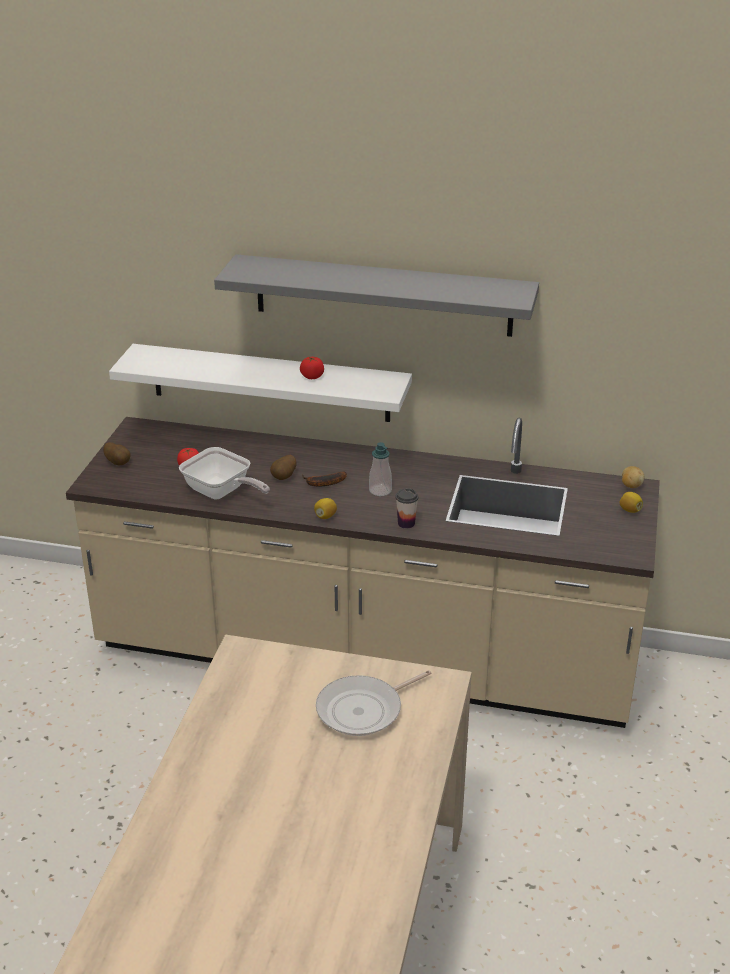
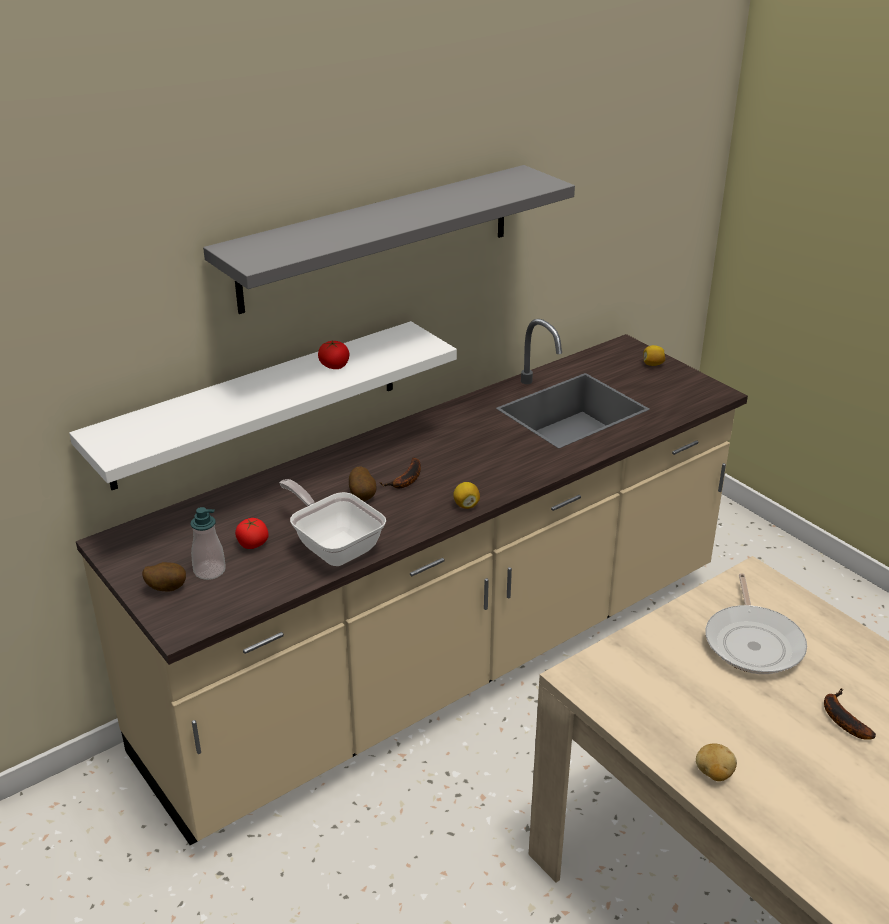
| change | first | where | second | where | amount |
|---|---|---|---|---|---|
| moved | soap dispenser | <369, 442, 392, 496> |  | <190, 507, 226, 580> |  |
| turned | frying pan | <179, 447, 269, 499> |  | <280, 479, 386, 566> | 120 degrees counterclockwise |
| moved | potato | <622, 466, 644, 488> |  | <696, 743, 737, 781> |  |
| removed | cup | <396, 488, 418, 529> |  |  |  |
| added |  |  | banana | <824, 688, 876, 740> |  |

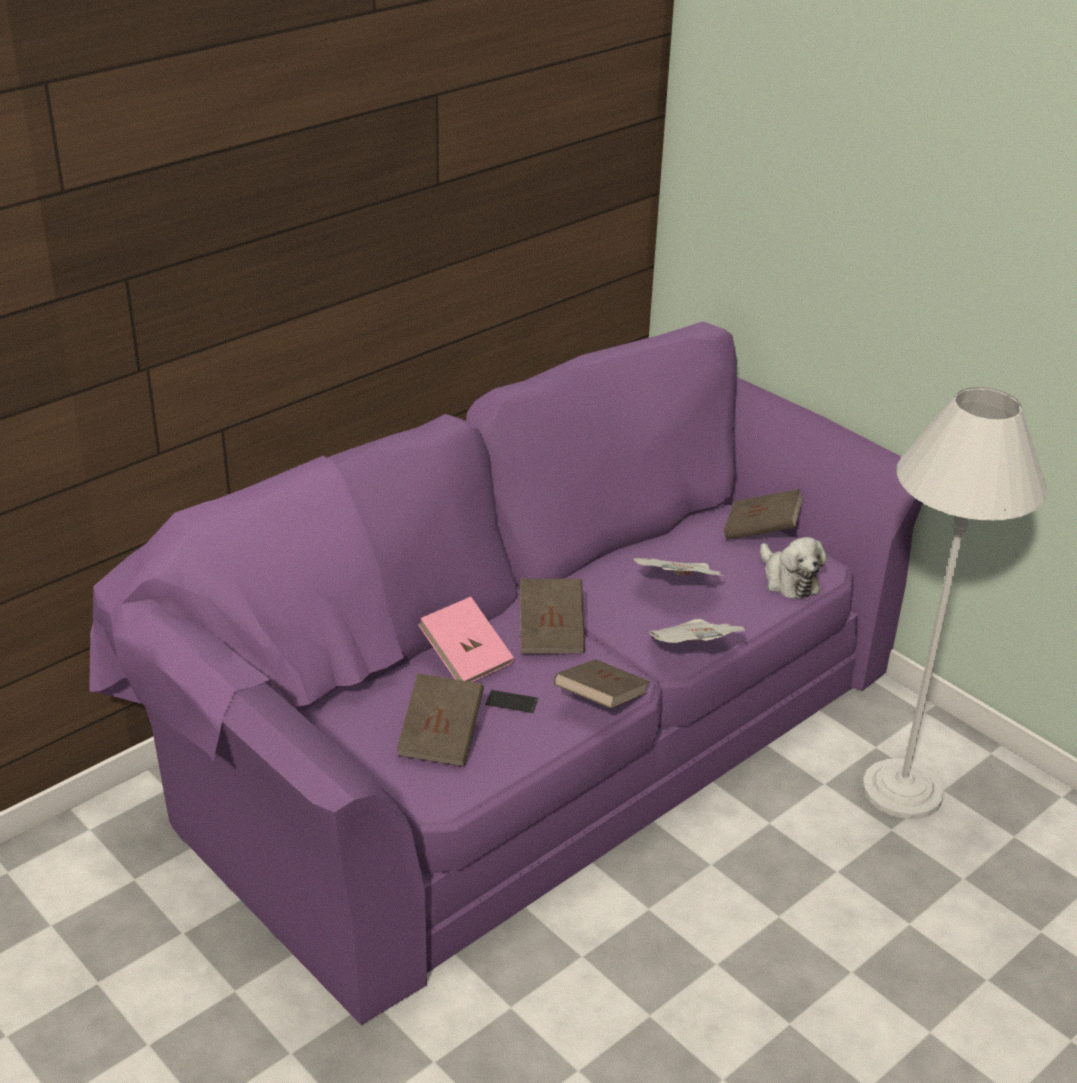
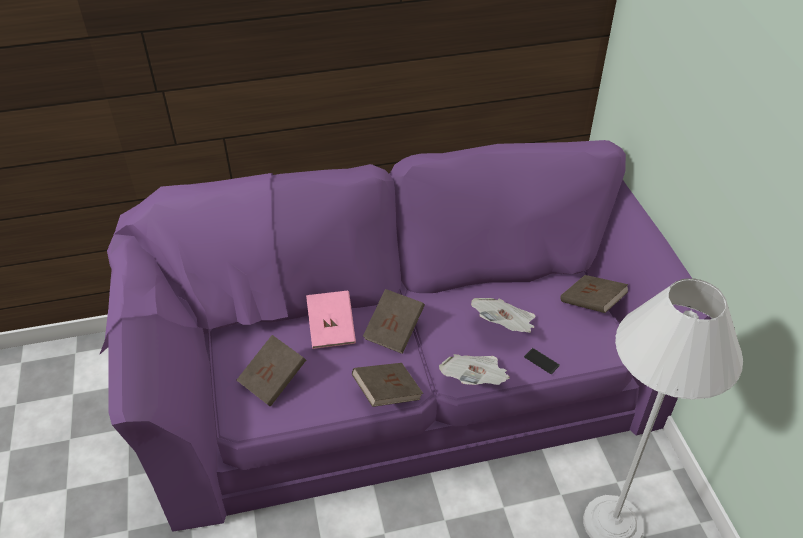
| change | first | where | second | where | amount |
|---|---|---|---|---|---|
| removed | plush toy | <760, 537, 827, 600> |  |  |  |
| moved | phone | <485, 690, 538, 713> |  | <524, 348, 560, 374> |  |

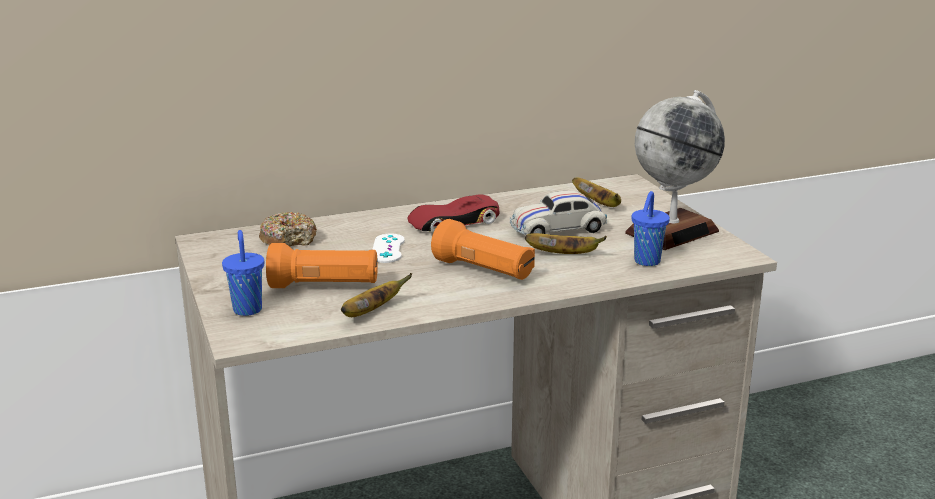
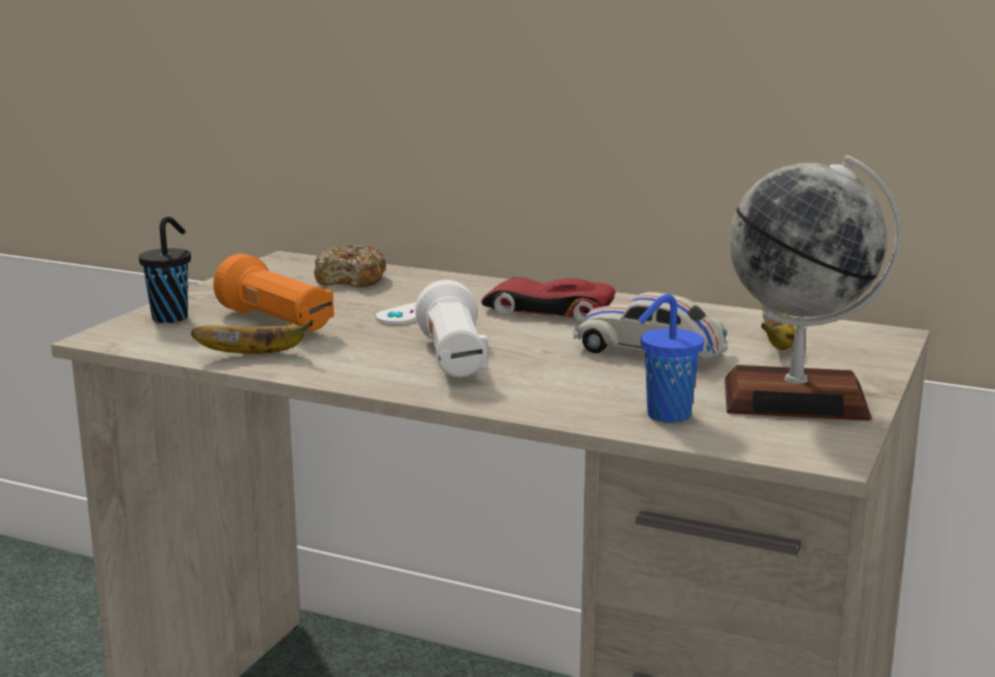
| change | first | where | second | where | amount |
|---|---|---|---|---|---|
| recoloured | orange flashlight | <431, 219, 535, 280> | white flashlight | <415, 280, 488, 377> |  |
| recoloured | blue cup | <222, 230, 264, 316> | black cup | <139, 216, 191, 323> |  |
| removed | banana | <525, 233, 607, 254> |  |  |  |

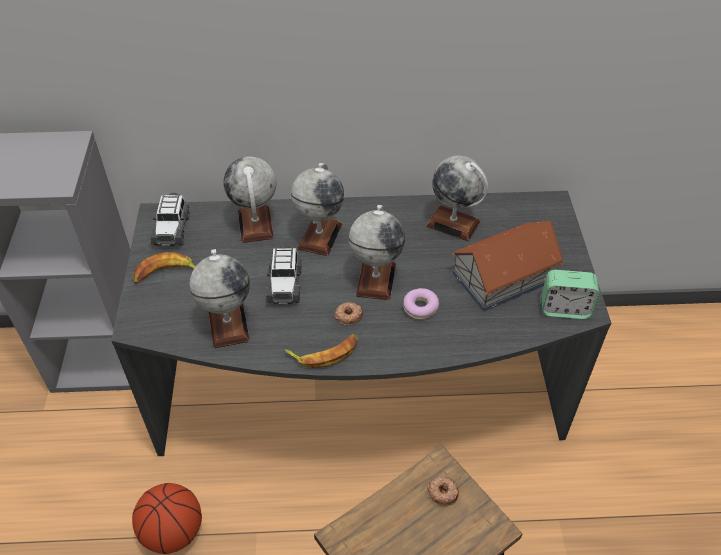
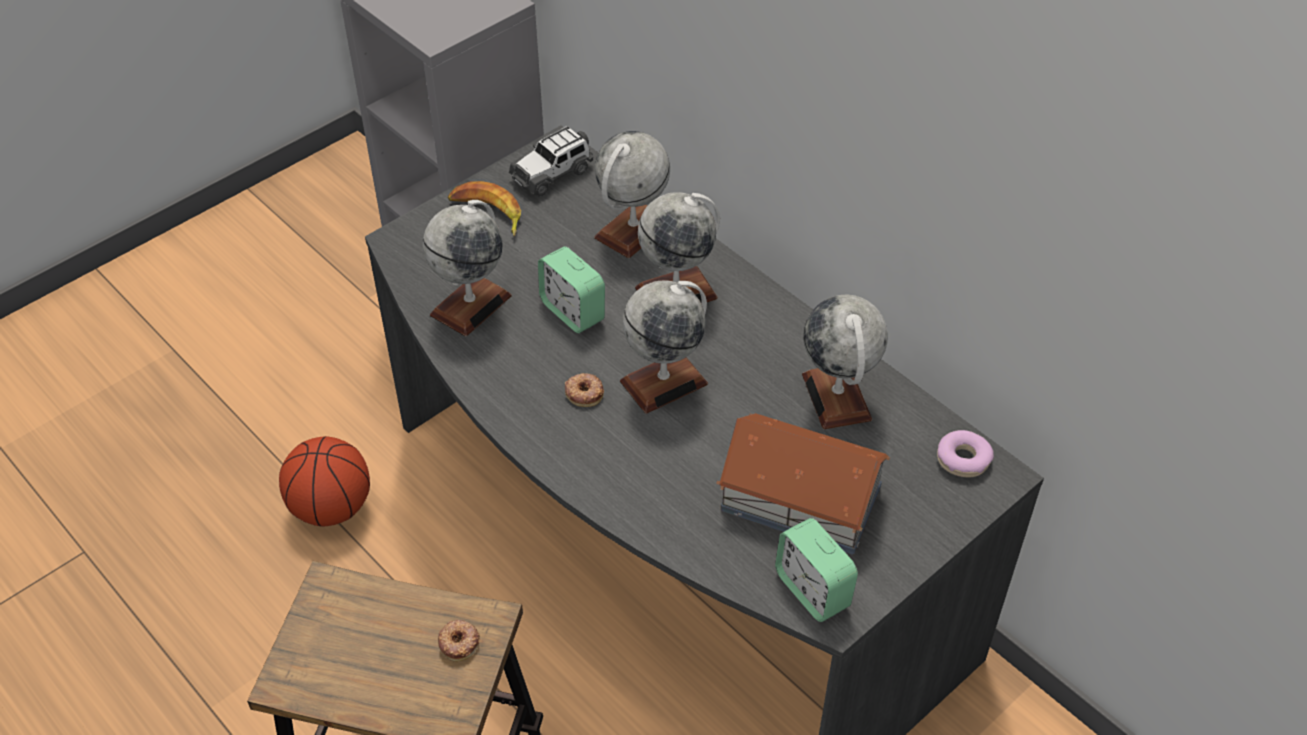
| change | first | where | second | where | amount |
|---|---|---|---|---|---|
| replaced | toy car | <266, 245, 301, 304> | alarm clock | <538, 247, 605, 333> |  |
| moved | donut | <403, 288, 439, 320> |  | <937, 430, 994, 477> |  |
| removed | banana | <285, 334, 358, 368> |  |  |  |

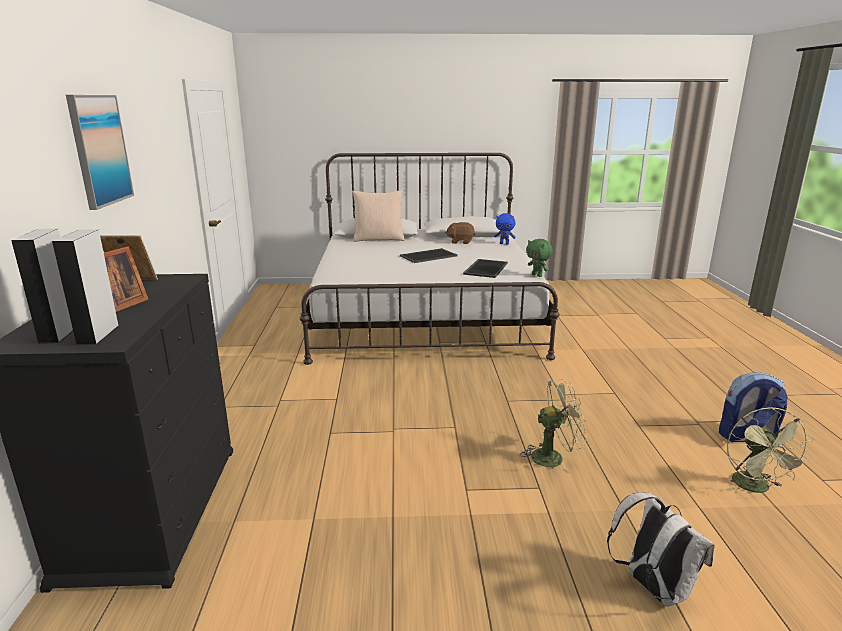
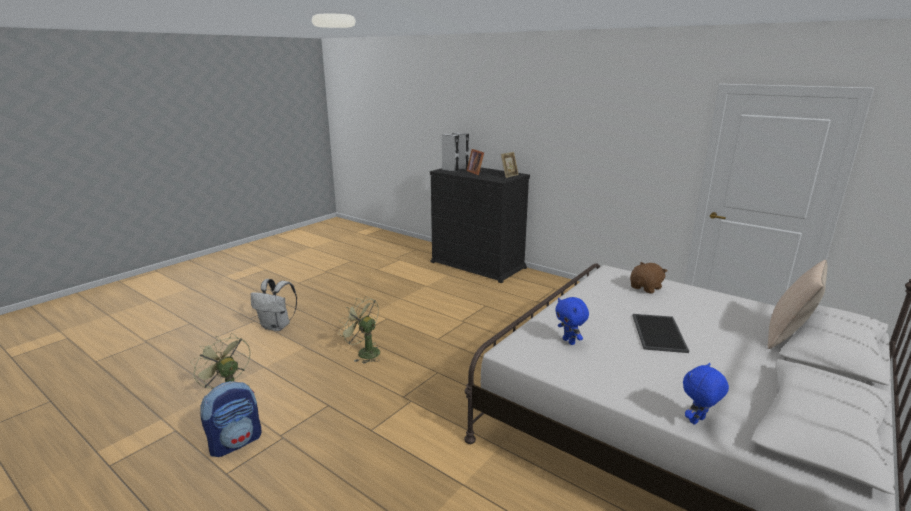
| change | first | where | second | where | amount |
|---|---|---|---|---|---|
| removed | picture | <66, 95, 134, 210> |  |  |  |
| moved | brown plush toy | <445, 222, 475, 244> |  | <630, 262, 668, 294> |  |
| removed | green plush toy | <526, 239, 553, 277> |  |  |  |
| replaced | tray | <463, 259, 508, 278> | blue plush toy | <555, 297, 589, 345> |  |
| turned | green fan | <520, 379, 587, 474> |  | <339, 296, 380, 364> | 90 degrees clockwise |

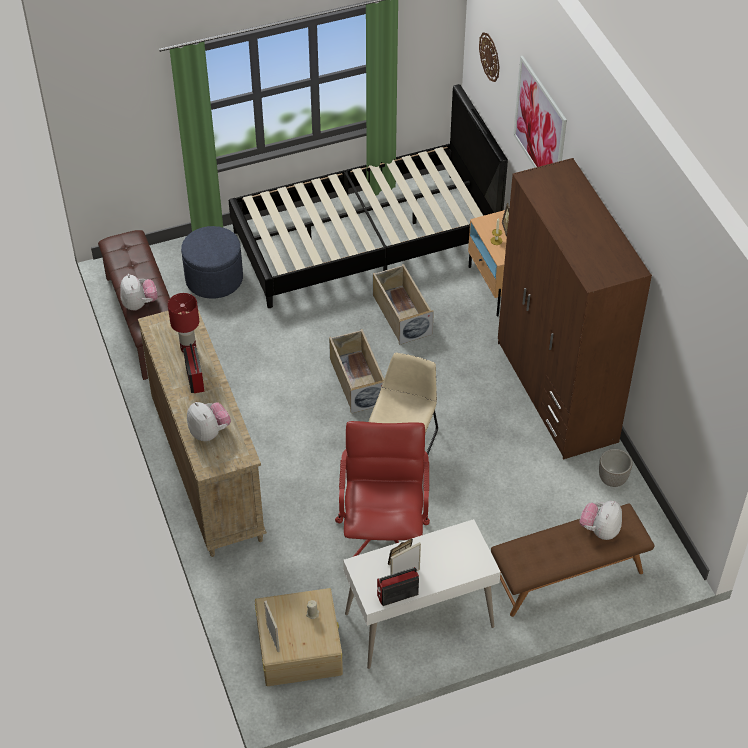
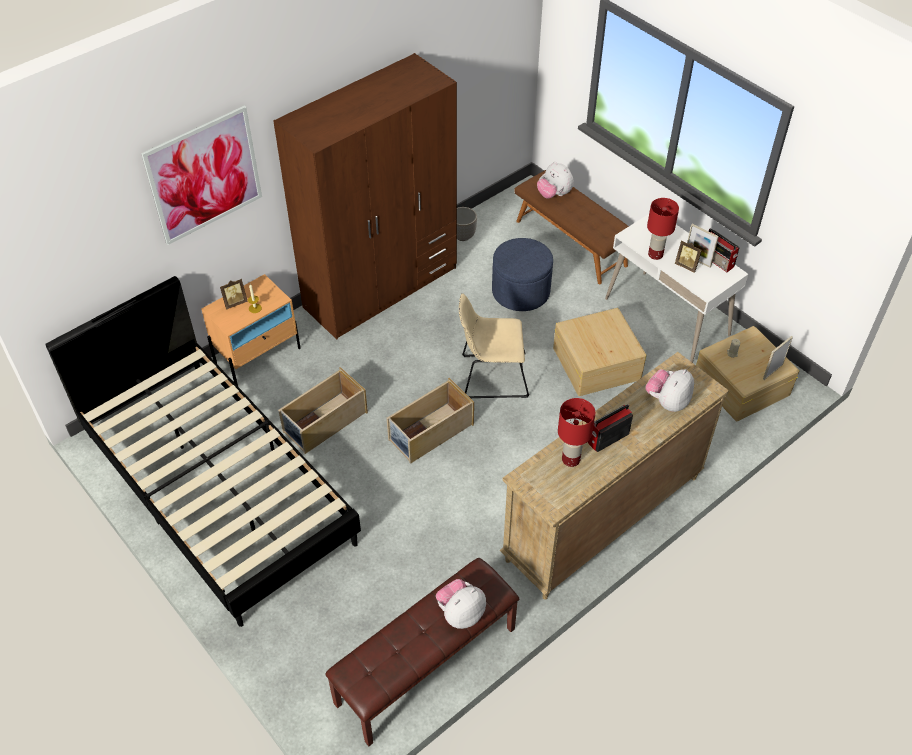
| change | first | where | second | where | amount |
|---|---|---|---|---|---|
| removed | wall clock | <479, 32, 500, 82> |  |  |  |
| moved | blue ottoman | <181, 226, 243, 299> |  | <492, 238, 553, 311> |  |
| replaced | red office chair | <335, 421, 430, 557> | beige storage box | <553, 308, 646, 396> |  |
| turned | plush toy | <579, 501, 622, 540> |  | <537, 162, 574, 198> | 45 degrees clockwise |
| added |  |  | red table lamp | <647, 198, 679, 260> |  |

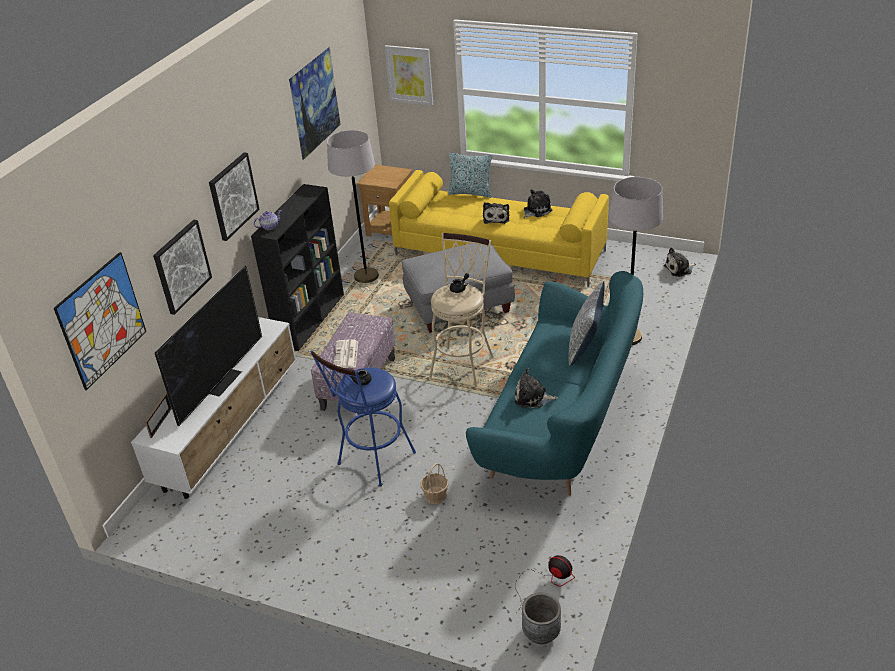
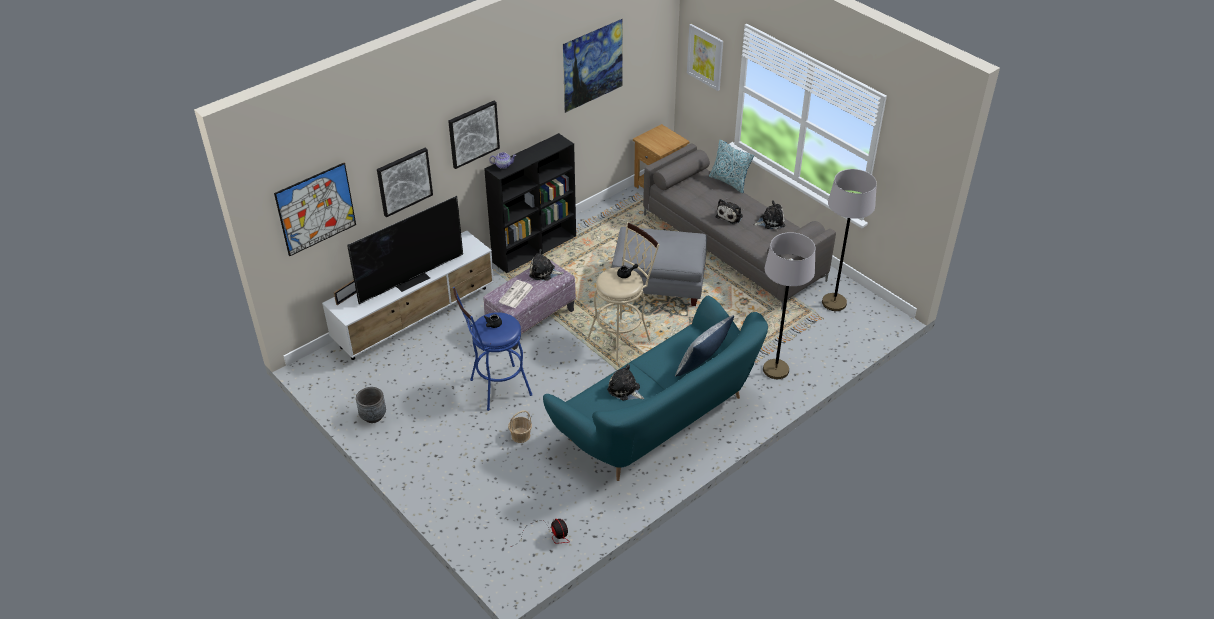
| change | first | where | second | where | amount |
|---|---|---|---|---|---|
| moved | grey floor lamp | <327, 130, 379, 283> |  | <822, 169, 877, 311> |  |
| recoloured | yellow sofa | <389, 170, 609, 287> | grey sofa | <643, 143, 836, 310> |  |
| moved | plush toy | <664, 247, 696, 277> |  | <529, 249, 563, 281> |  |
| moved | grey planter | <522, 592, 561, 644> |  | <356, 387, 386, 423> |  |

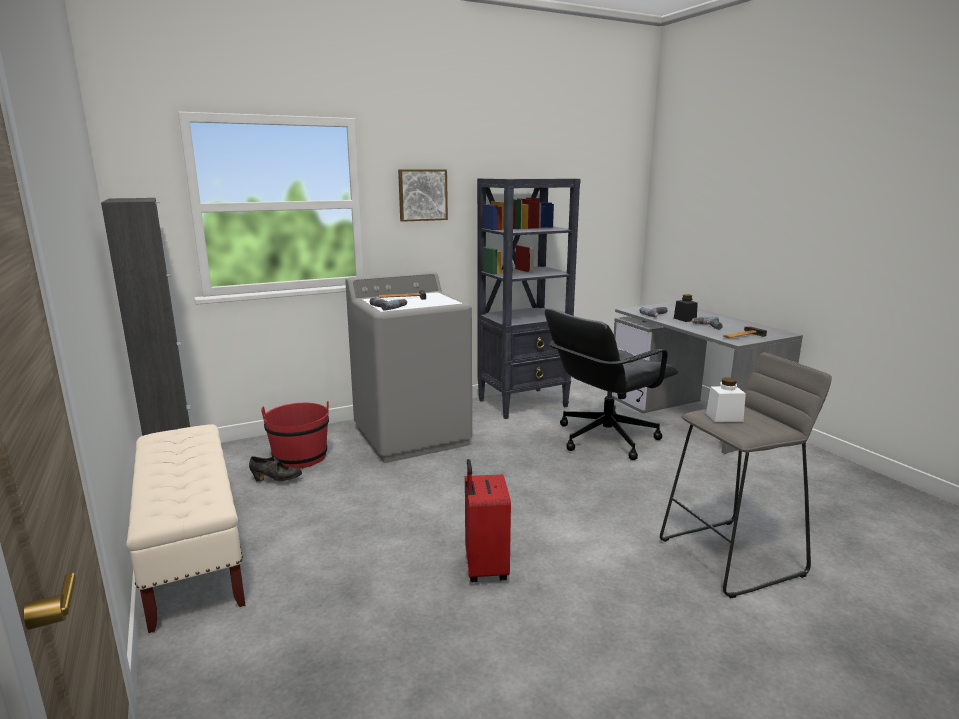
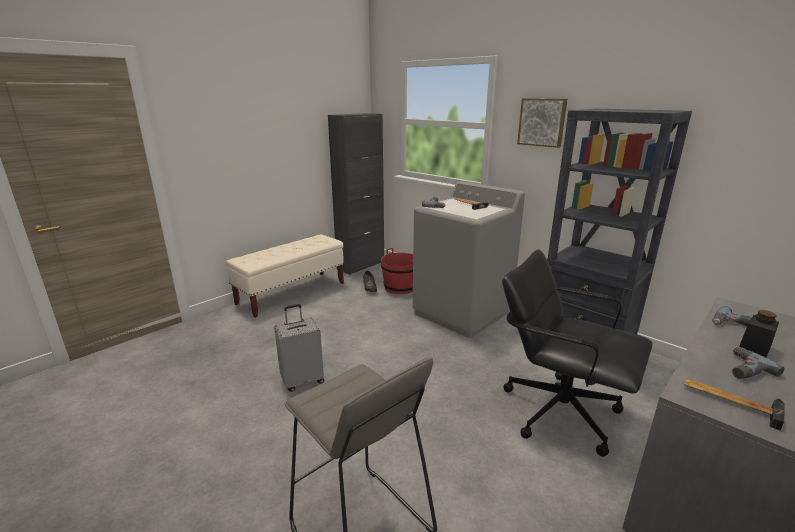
| change | first | where | second | where | amount |
|---|---|---|---|---|---|
| removed | white jar | <706, 377, 746, 422> |  |  |  |
| recoloured | red suitcase | <465, 459, 511, 582> | grey suitcase | <274, 304, 324, 392> |  |

